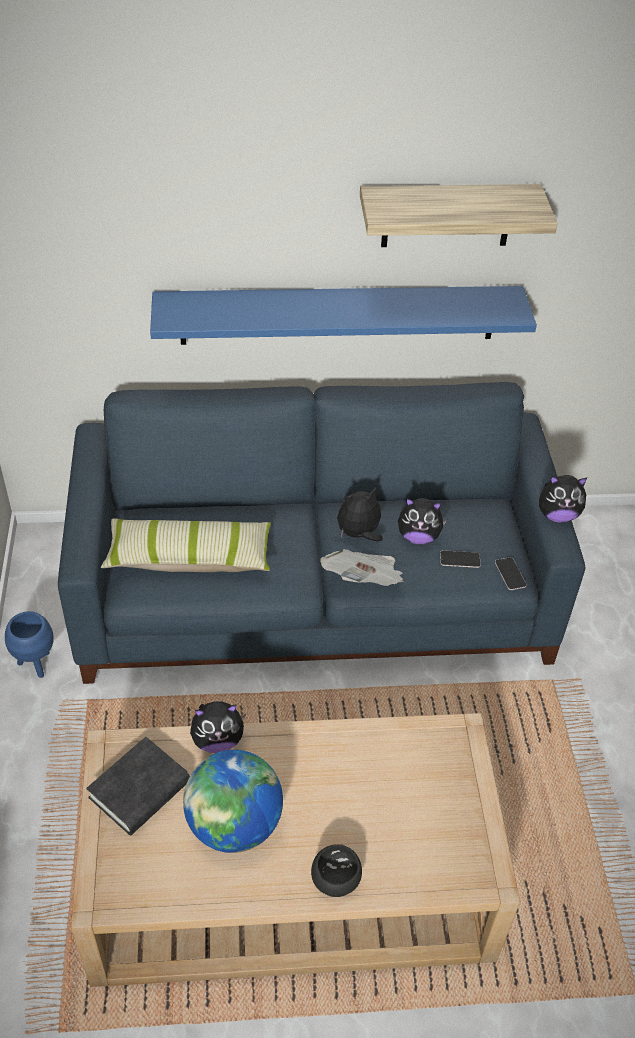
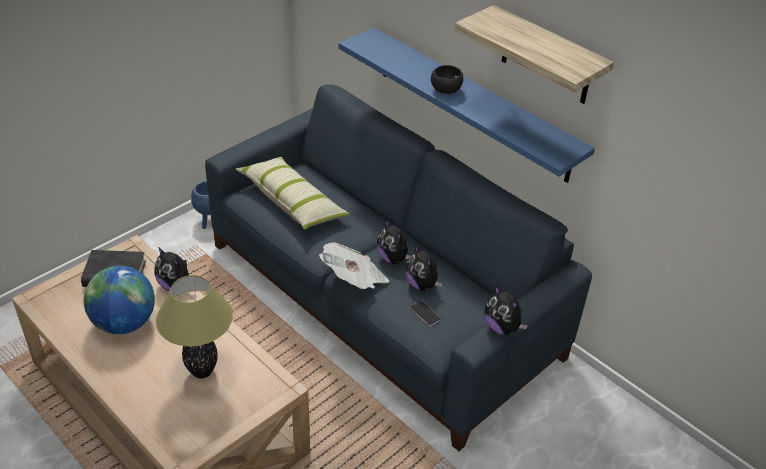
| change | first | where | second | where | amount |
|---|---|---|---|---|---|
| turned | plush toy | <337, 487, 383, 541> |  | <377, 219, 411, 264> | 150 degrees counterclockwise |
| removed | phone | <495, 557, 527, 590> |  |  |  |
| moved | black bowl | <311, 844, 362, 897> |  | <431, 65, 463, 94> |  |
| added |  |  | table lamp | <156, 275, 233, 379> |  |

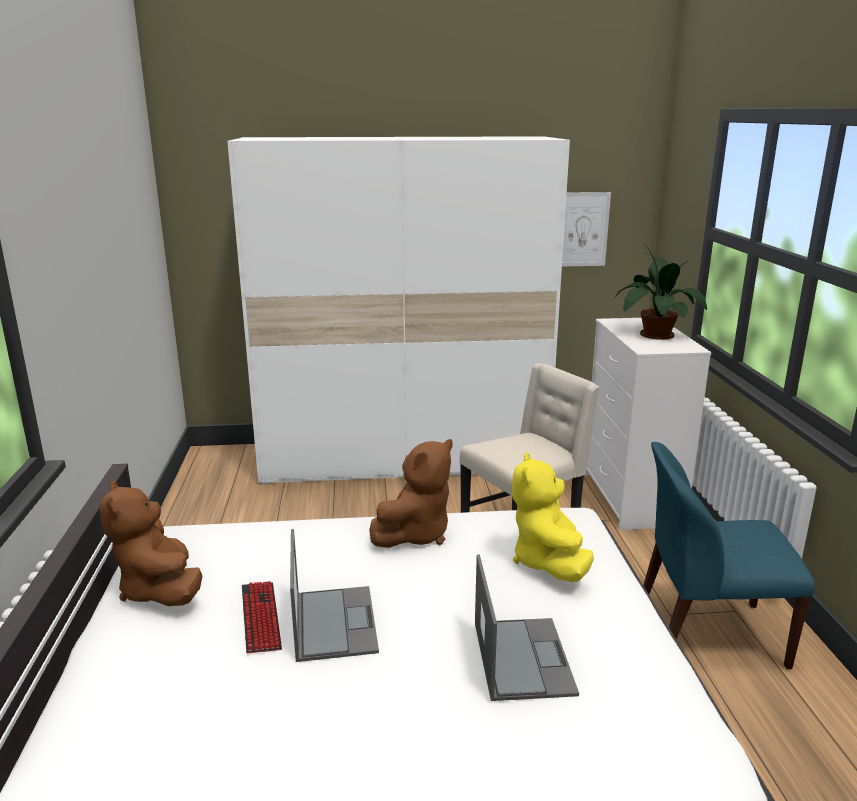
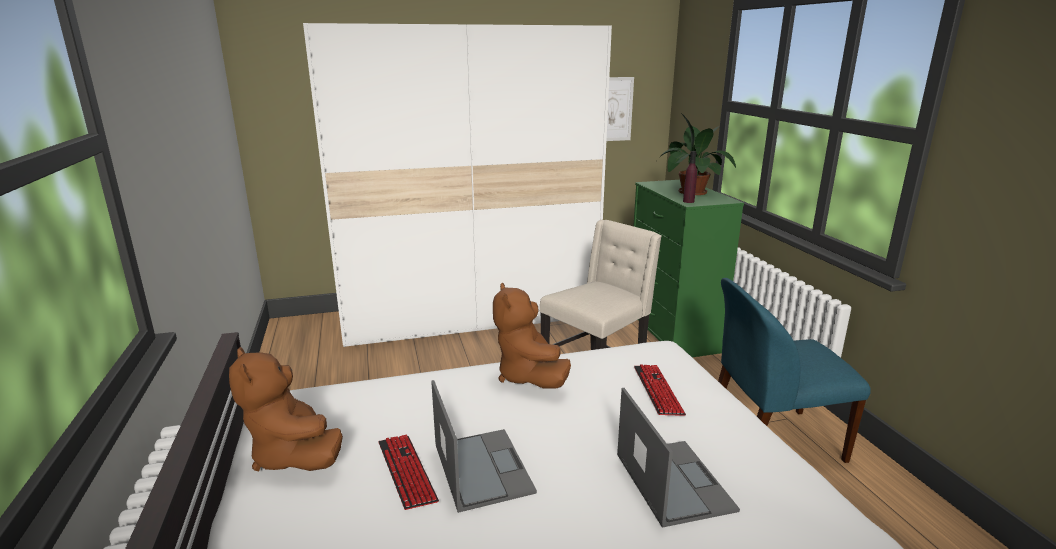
| change | first | where | second | where | amount |
|---|---|---|---|---|---|
| recoloured | white dresser | <585, 318, 711, 530> | green dresser | <633, 180, 744, 357> |  |
| turned | brown plush toy | <369, 439, 452, 548> |  | <493, 282, 571, 389> | 135 degrees clockwise |
| replaced | yellow plush toy | <512, 452, 594, 582> | keyboard | <634, 364, 686, 416> |  |
| added |  |  | purple bottle | <683, 151, 697, 203> |  |

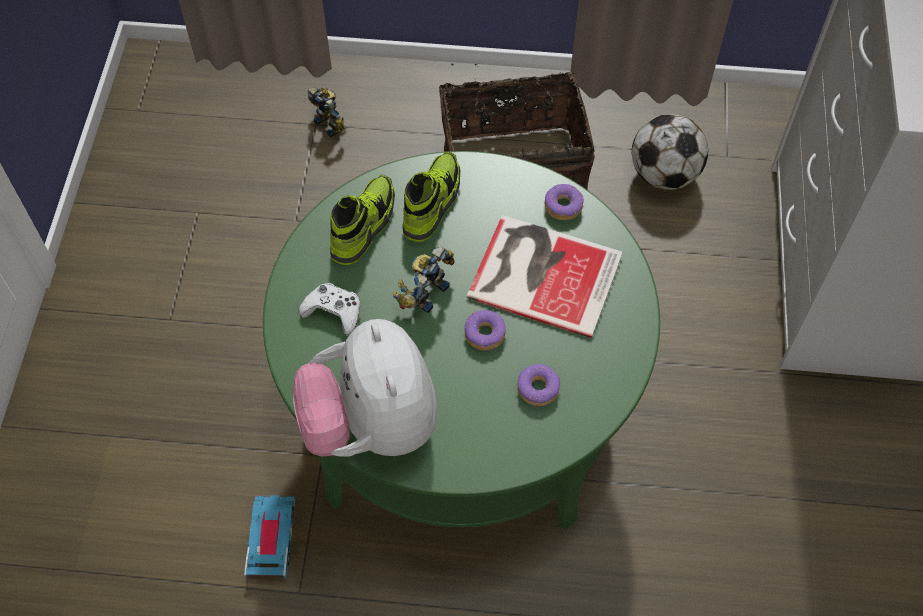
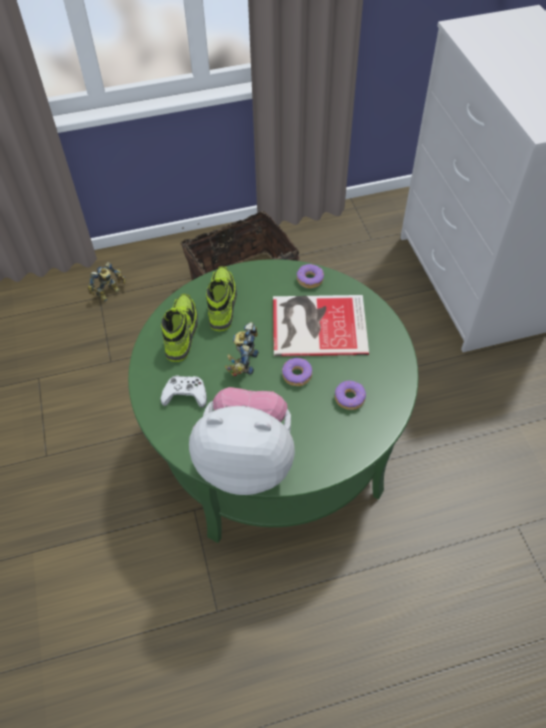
| change | first | where | second | where | amount |
|---|---|---|---|---|---|
| turned | toy robot | <308, 87, 347, 137> |  | <88, 262, 126, 302> | 105 degrees clockwise |
| removed | football | <632, 114, 708, 190> |  |  |  |
| turned | plush toy | <293, 319, 437, 457> |  | <189, 387, 295, 495> | 135 degrees clockwise |
| removed | toy car | <244, 495, 295, 578> |  |  |  |

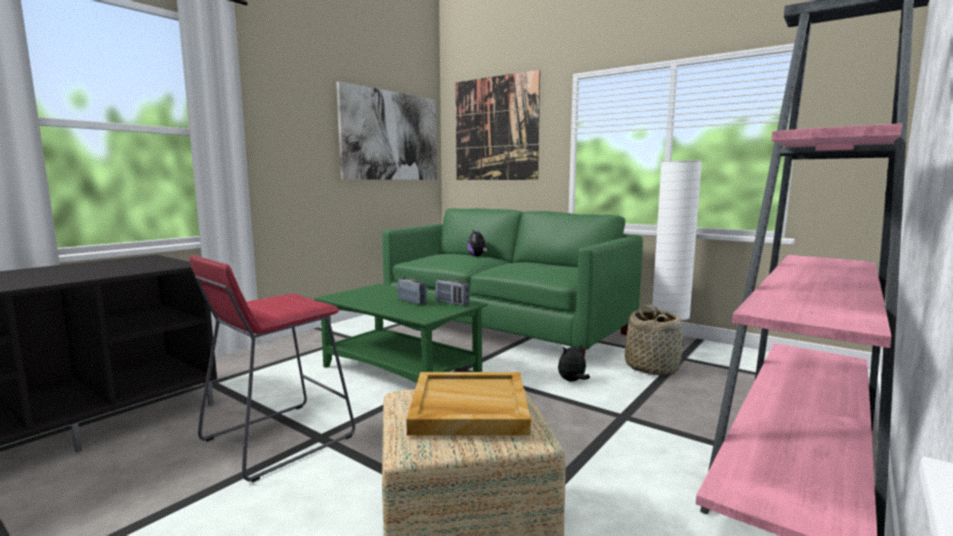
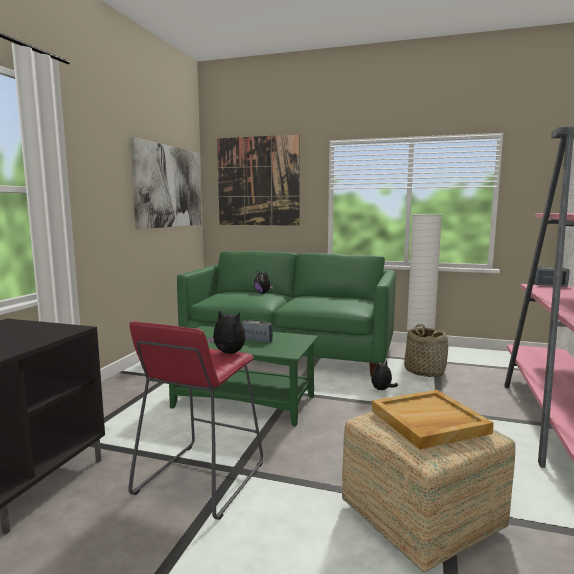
| change | first | where | second | where | amount |
|---|---|---|---|---|---|
| moved | radio | <435, 278, 470, 306> |  | <534, 266, 570, 287> |  |
| added |  |  | plush toy | <207, 310, 246, 354> |  |

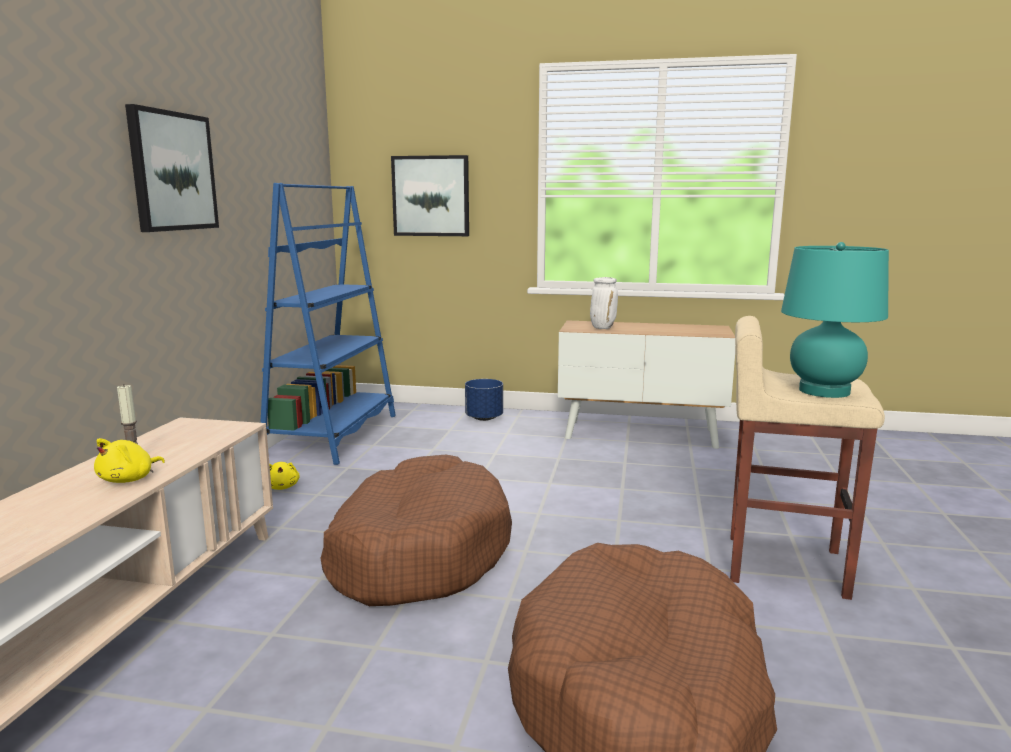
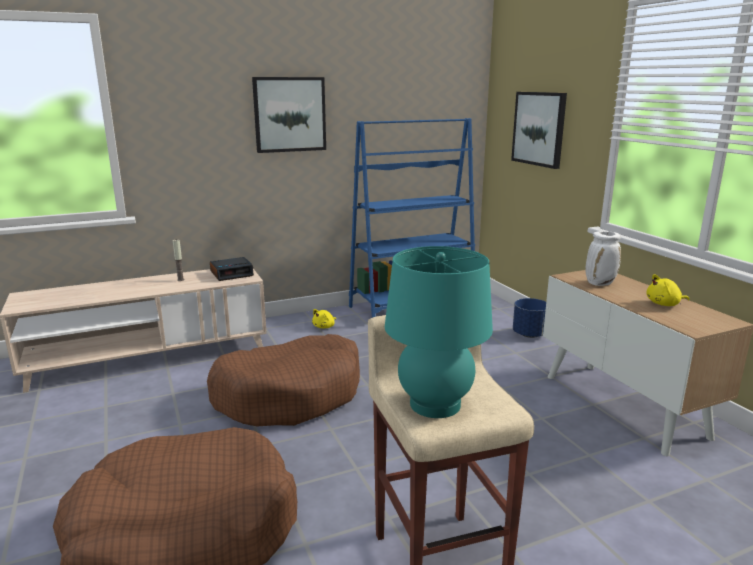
| change | first | where | second | where | amount |
|---|---|---|---|---|---|
| moved | yellow plush toy | <94, 438, 165, 483> |  | <646, 274, 690, 306> |  |
| added |  |  | alarm clock | <210, 257, 254, 281> |  |

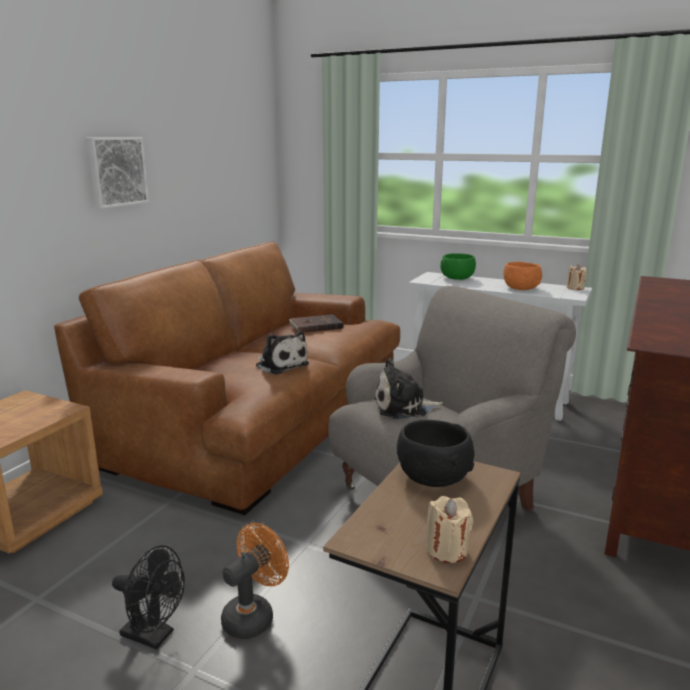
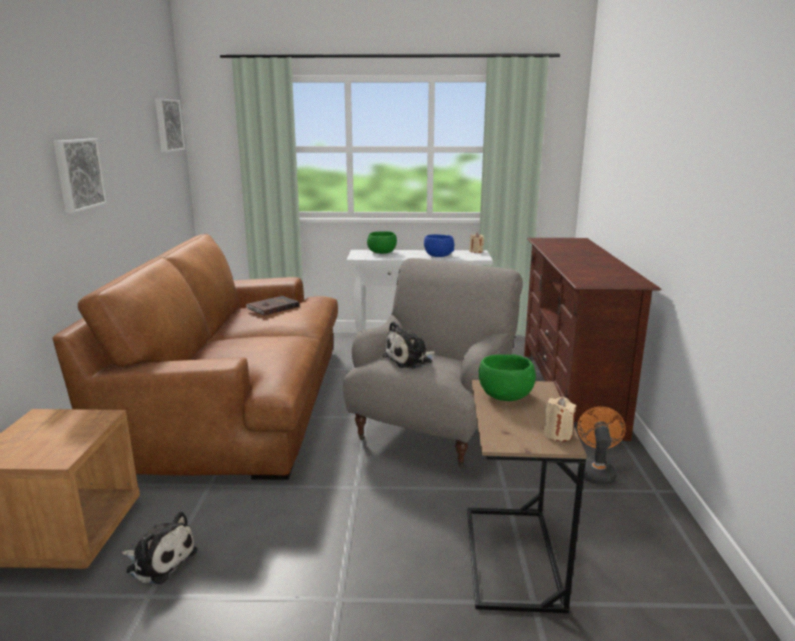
| change | first | where | second | where | amount |
|---|---|---|---|---|---|
| recoloured | orange bowl | <503, 262, 542, 290> | blue bowl | <424, 234, 454, 257> |  |
| moved | plush toy | <256, 331, 309, 375> |  | <121, 512, 197, 584> |  |
| recoloured | black bowl | <397, 420, 474, 487> | green bowl | <479, 354, 536, 401> |  |
| moved | orange fan | <221, 523, 289, 639> |  | <577, 407, 626, 485> |  |
| removed | black fan | <112, 545, 185, 649> |  |  |  |
| added |  |  | picture | <155, 99, 185, 152> |  |

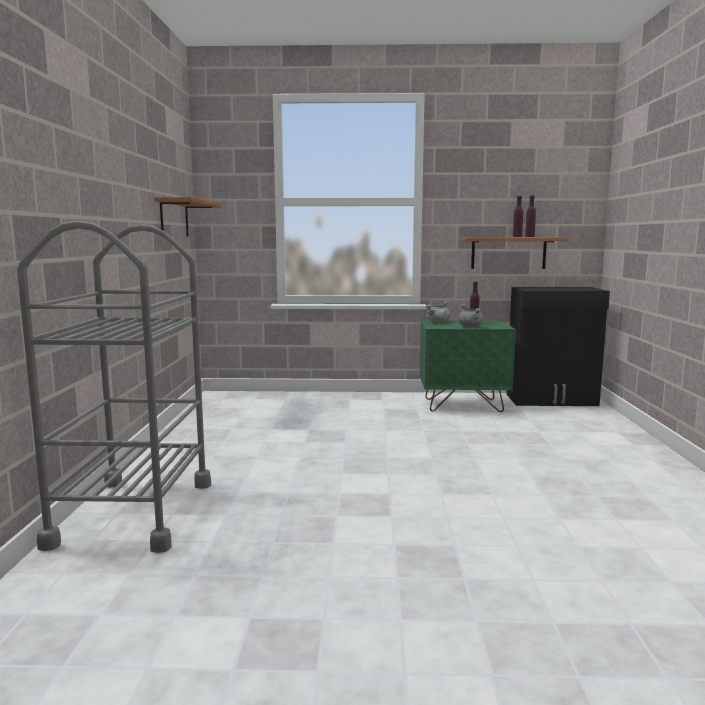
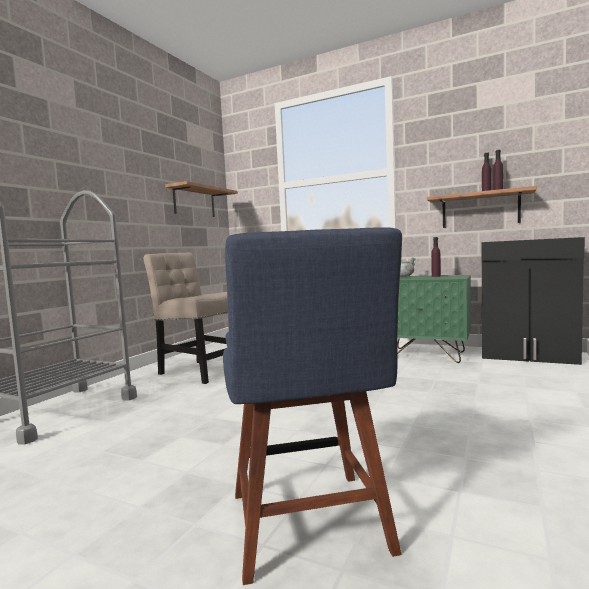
| change | first | where | second | where | amount |
|---|---|---|---|---|---|
| removed | grey cooking pot | <458, 304, 483, 327> |  |  |  |
| added |  |  | blue chair | <223, 227, 402, 585> |  |
| added |  |  | beige chair | <143, 253, 228, 384> |  |

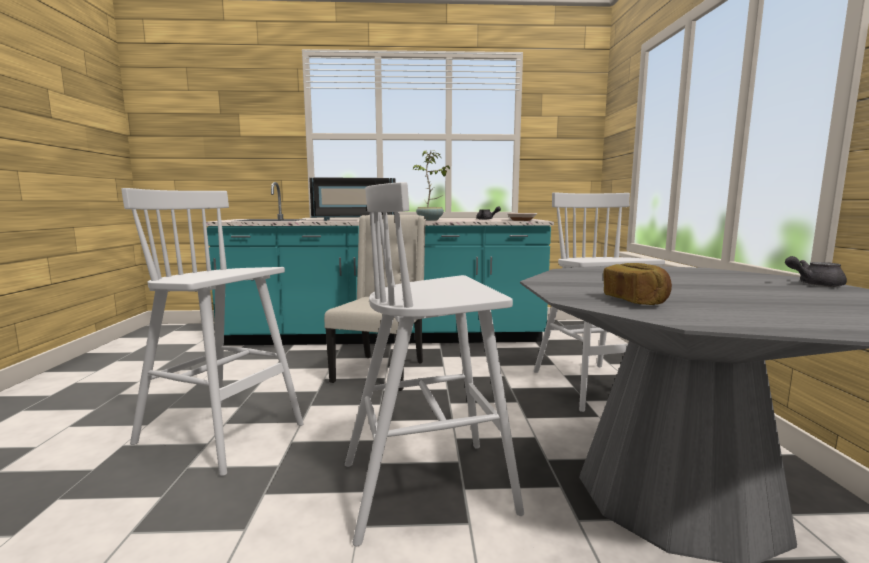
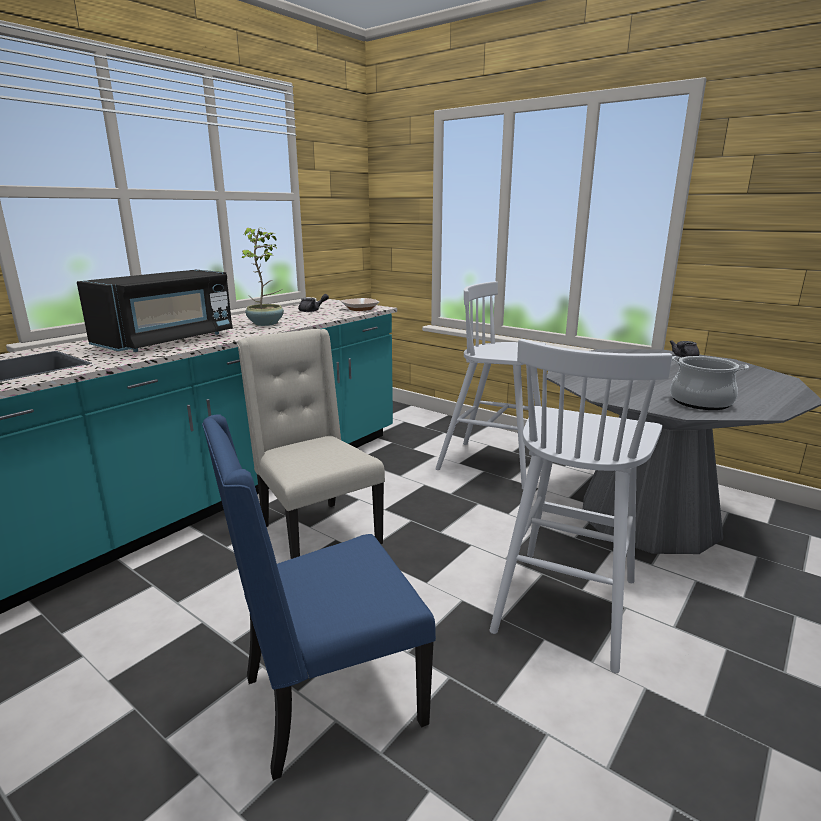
| change | first | where | second | where | amount |
|---|---|---|---|---|---|
| replaced | white stool | <121, 188, 304, 476> | blue chair | <202, 414, 436, 781> |  |
| replaced | bread | <604, 263, 672, 305> | cooking pot | <670, 356, 749, 410> |  |

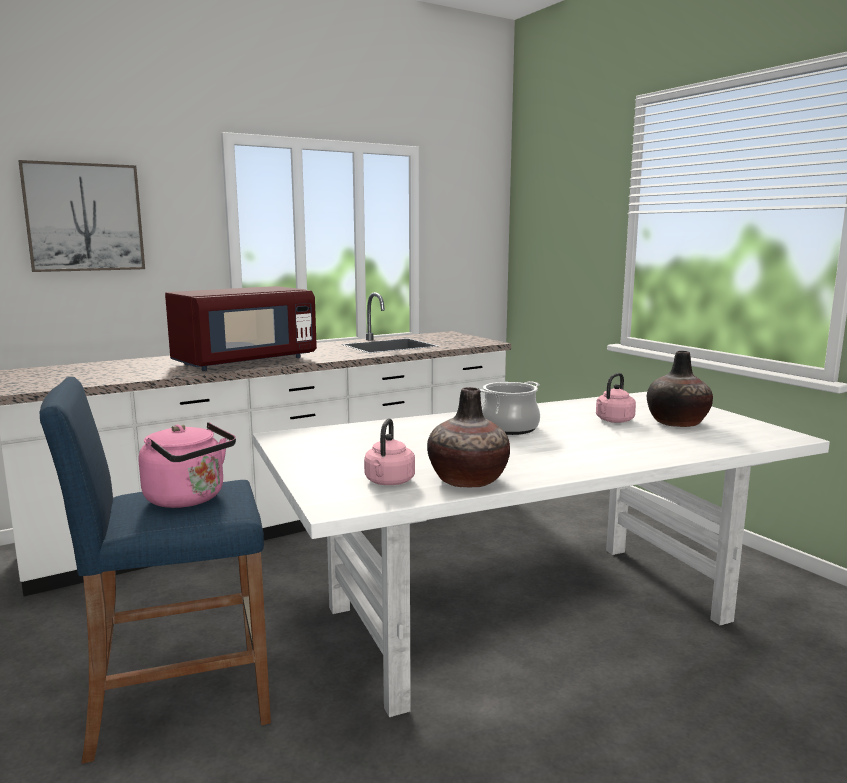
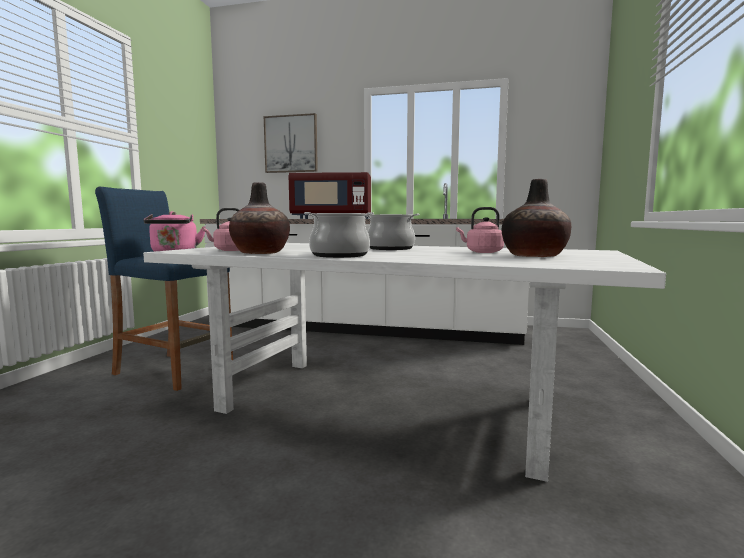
| change | first | where | second | where | amount |
|---|---|---|---|---|---|
| added |  |  | cooking pot | <304, 212, 374, 258> |  |

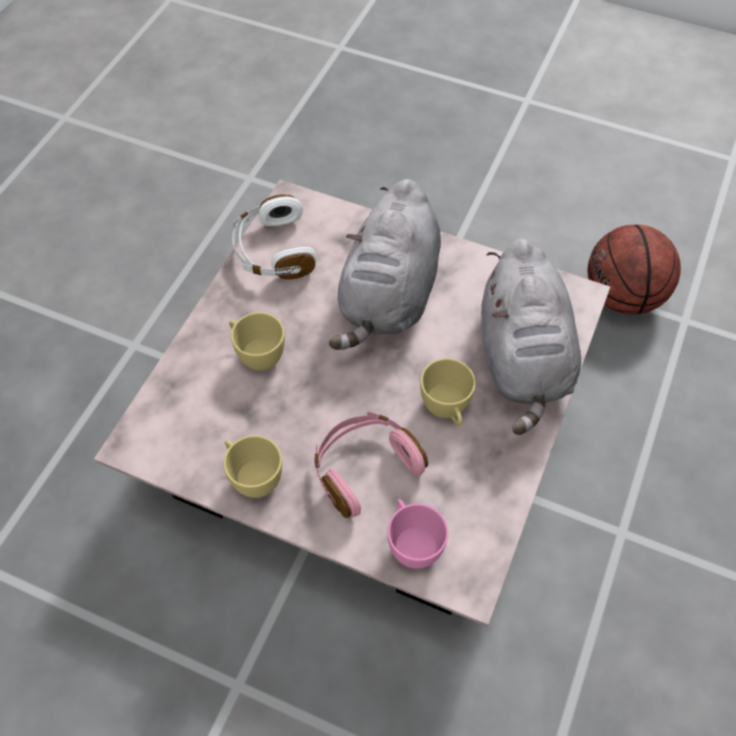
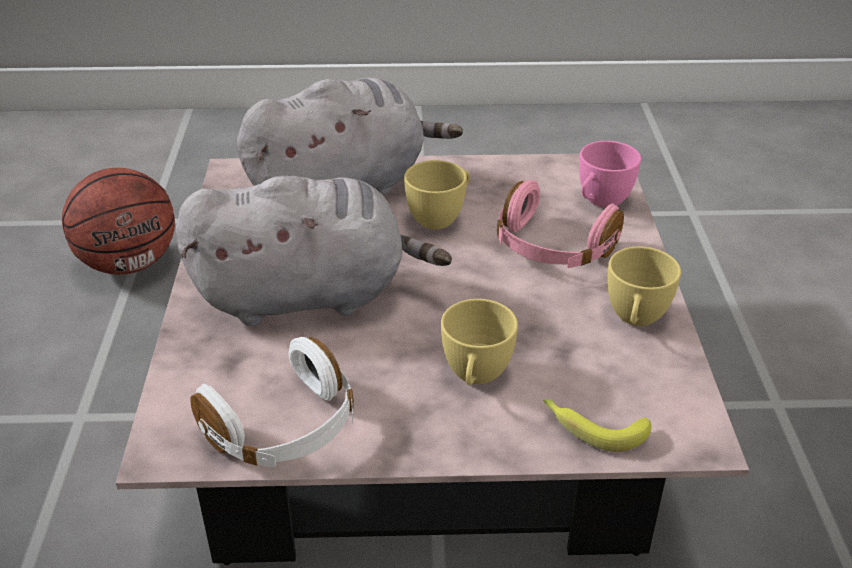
| change | first | where | second | where | amount |
|---|---|---|---|---|---|
| added |  |  | banana | <543, 399, 652, 452> |  |

